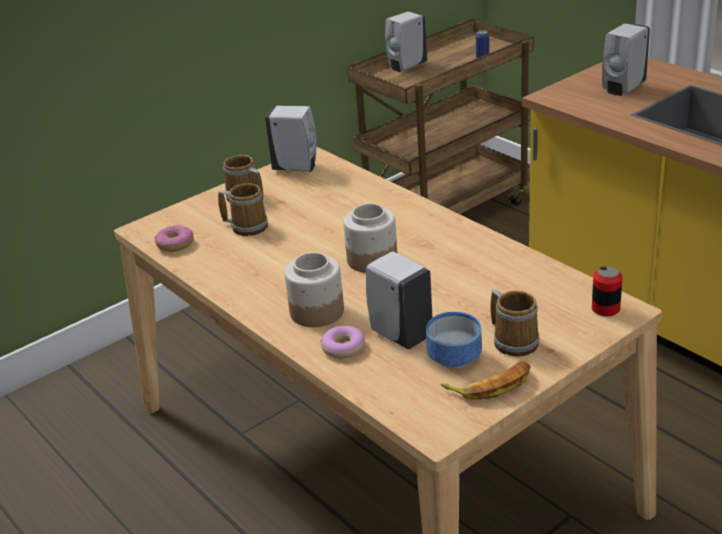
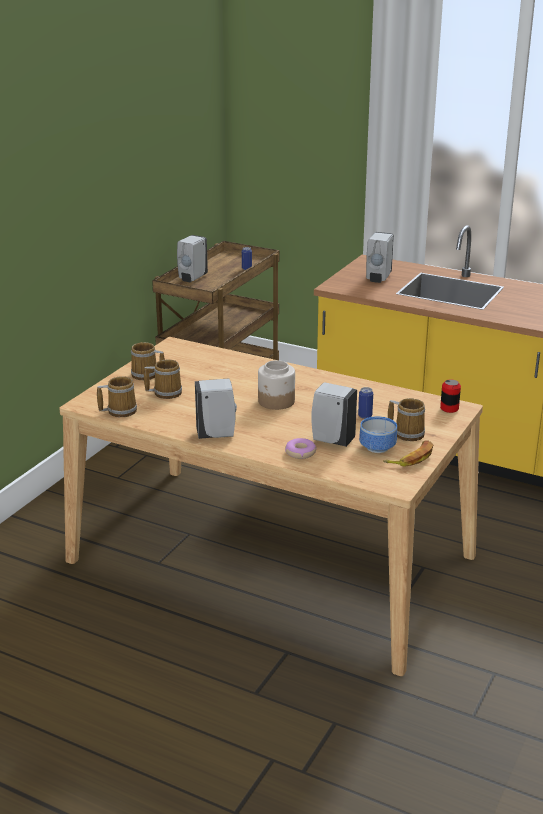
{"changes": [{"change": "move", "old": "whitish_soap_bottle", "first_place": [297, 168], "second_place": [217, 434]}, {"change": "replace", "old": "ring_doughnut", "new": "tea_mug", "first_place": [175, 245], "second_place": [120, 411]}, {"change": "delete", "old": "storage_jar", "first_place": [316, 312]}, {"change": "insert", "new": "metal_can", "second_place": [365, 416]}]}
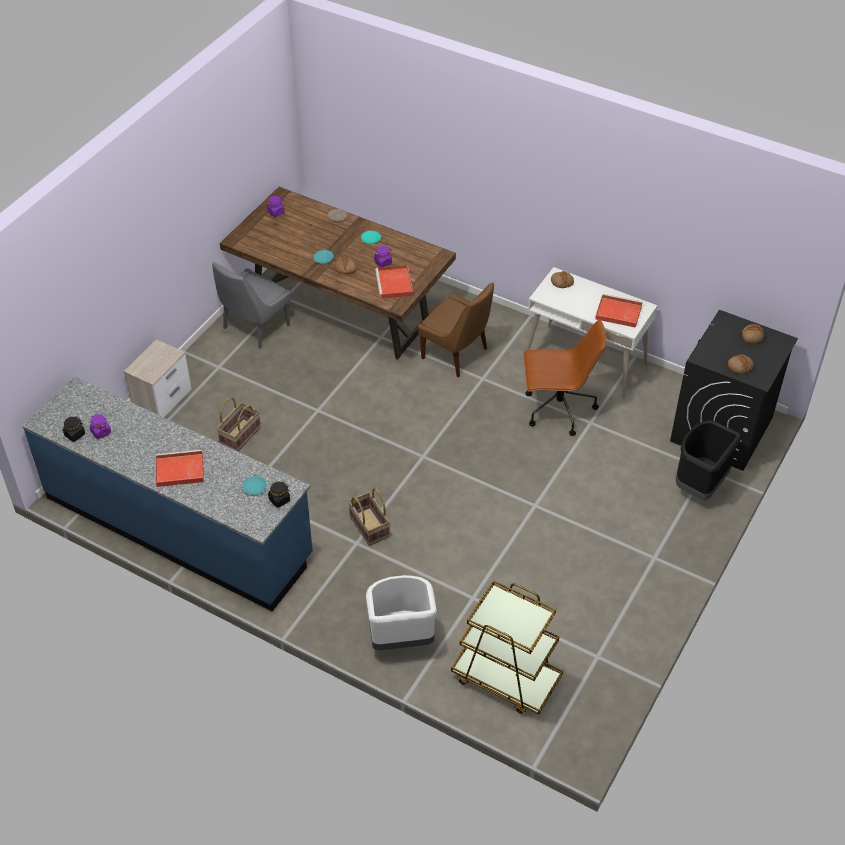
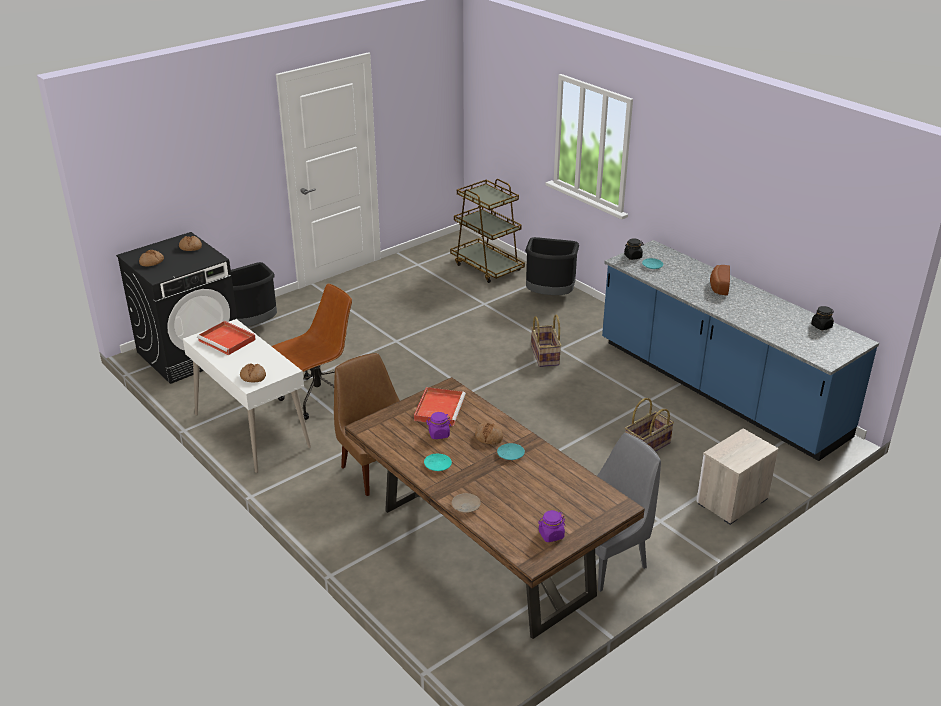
{"changes": [{"change": "rotate", "old": "brownish_computer_chair", "first_place": [557, 410], "second_place": [317, 398], "degrees": 120}, {"change": "delete", "old": "purple_storage_jar", "first_place": [101, 432]}, {"change": "replace", "old": "red_carrying_tray", "new": "bread", "first_place": [178, 470], "second_place": [718, 286]}, {"change": "recolor", "old": "whitish_waste_bin", "new": "black-coloured_waste_bin", "first_place": [401, 638], "second_place": [550, 295]}]}
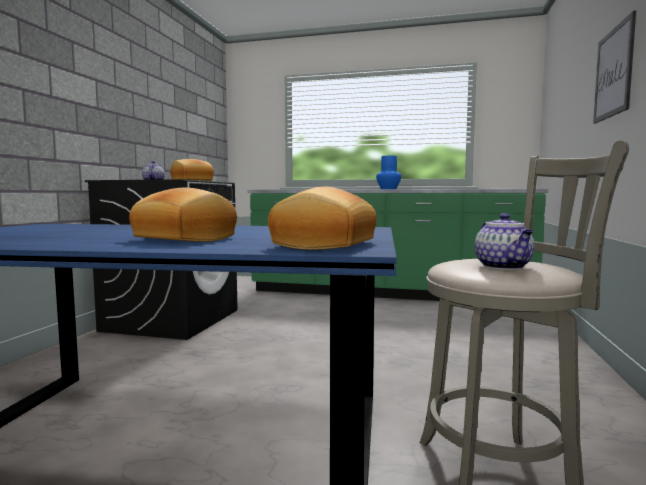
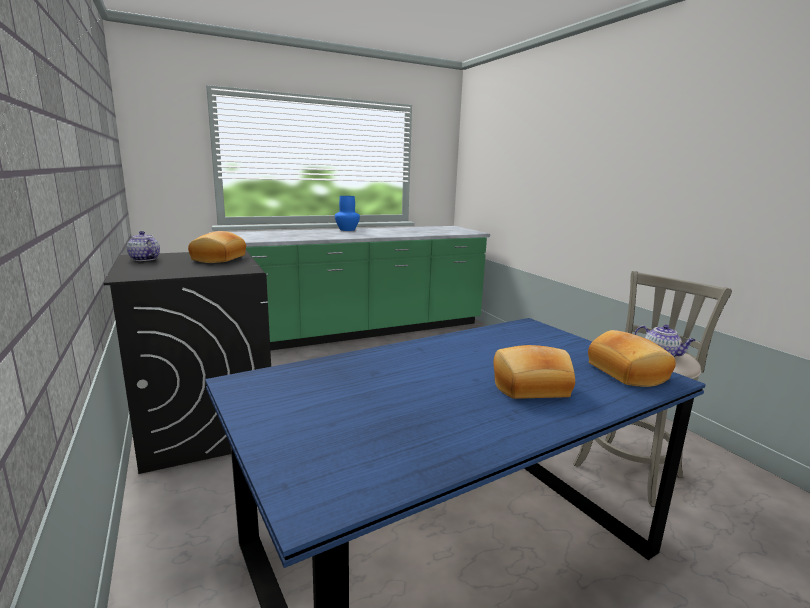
{"changes": [{"change": "delete", "old": "wall_art", "first_place": [613, 72]}]}
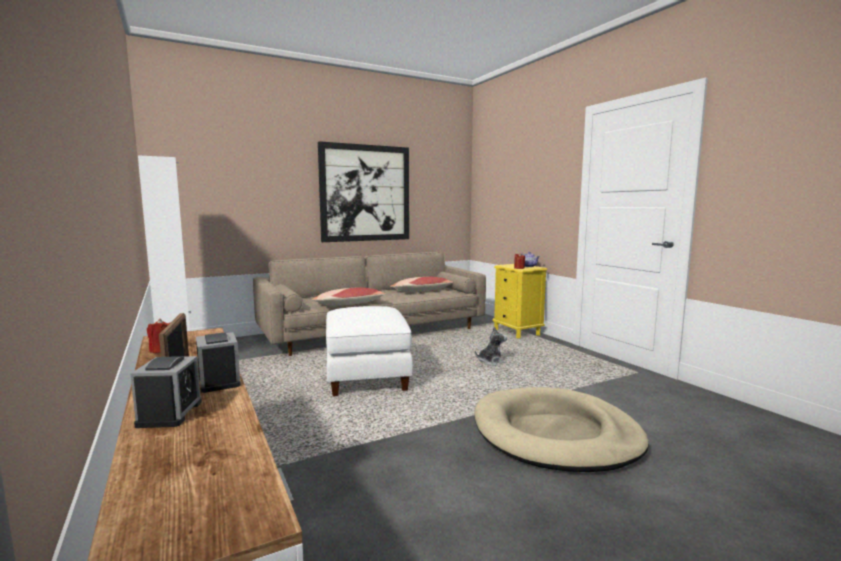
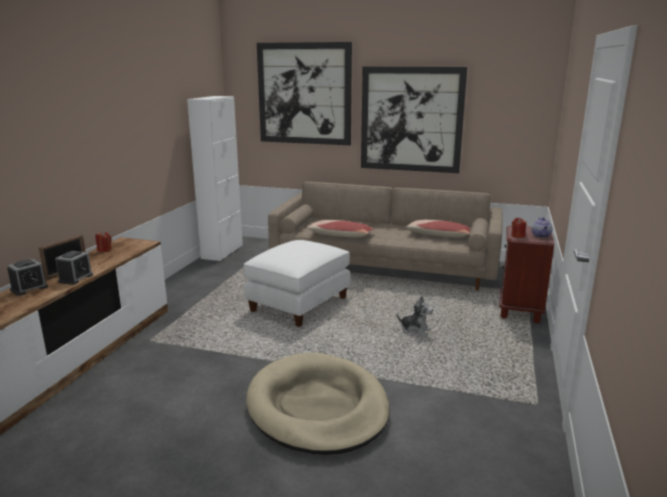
{"changes": [{"change": "recolor", "old": "yellowish_bedside_table", "new": "brownish_bedside_table", "first_place": [517, 332], "second_place": [520, 311]}, {"change": "insert", "new": "wall_art", "second_place": [304, 94]}]}
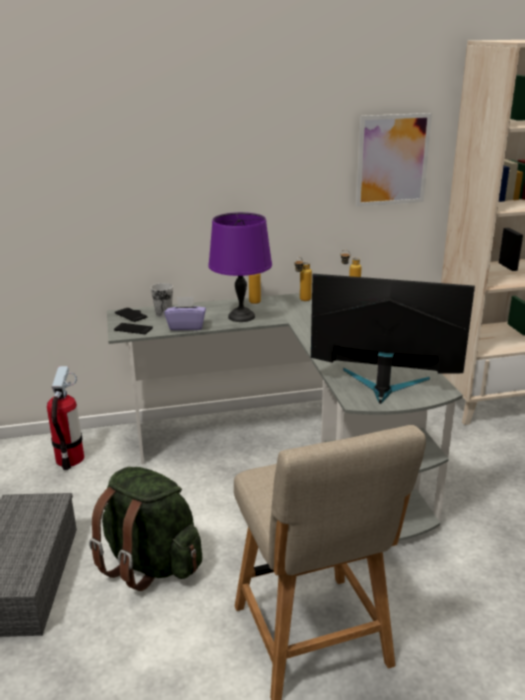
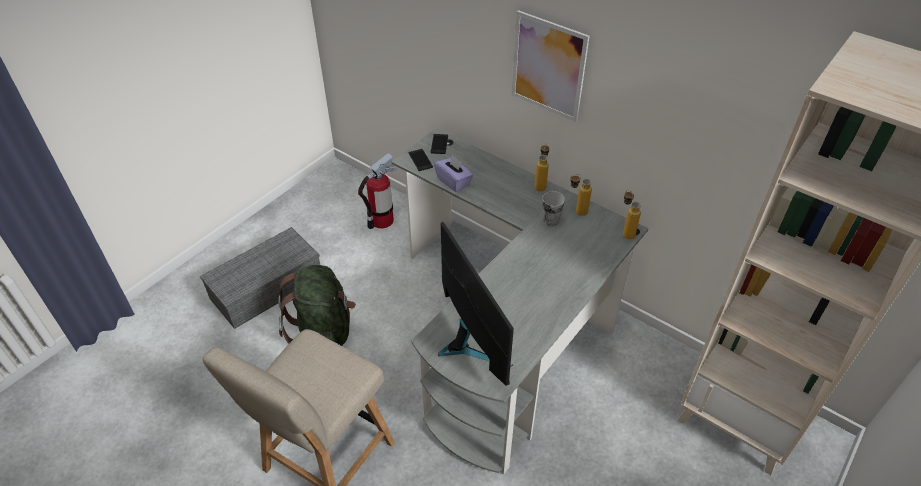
{"changes": [{"change": "move", "old": "wall_art", "first_place": [392, 160], "second_place": [548, 66]}, {"change": "delete", "old": "purple_tabletop_lamp", "first_place": [241, 317]}, {"change": "move", "old": "drinking_cup", "first_place": [163, 314], "second_place": [550, 220]}]}
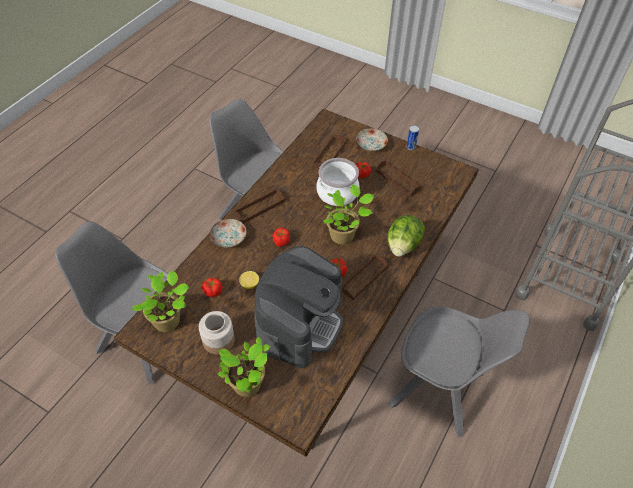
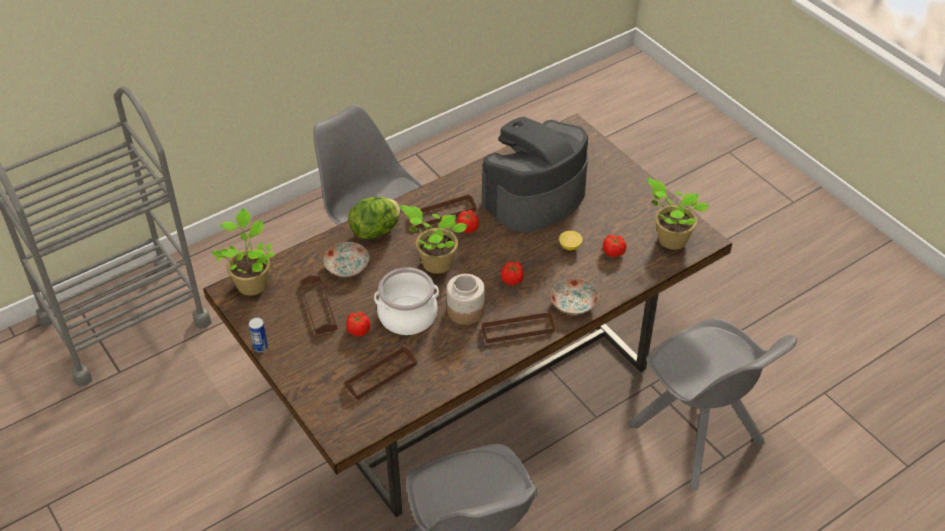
{"changes": [{"change": "move", "old": "dinner_plate", "first_place": [370, 145], "second_place": [348, 267]}, {"change": "move", "old": "storage_jar", "first_place": [219, 340], "second_place": [465, 311]}, {"change": "move", "old": "potted_plant", "first_place": [248, 386], "second_place": [252, 283]}]}
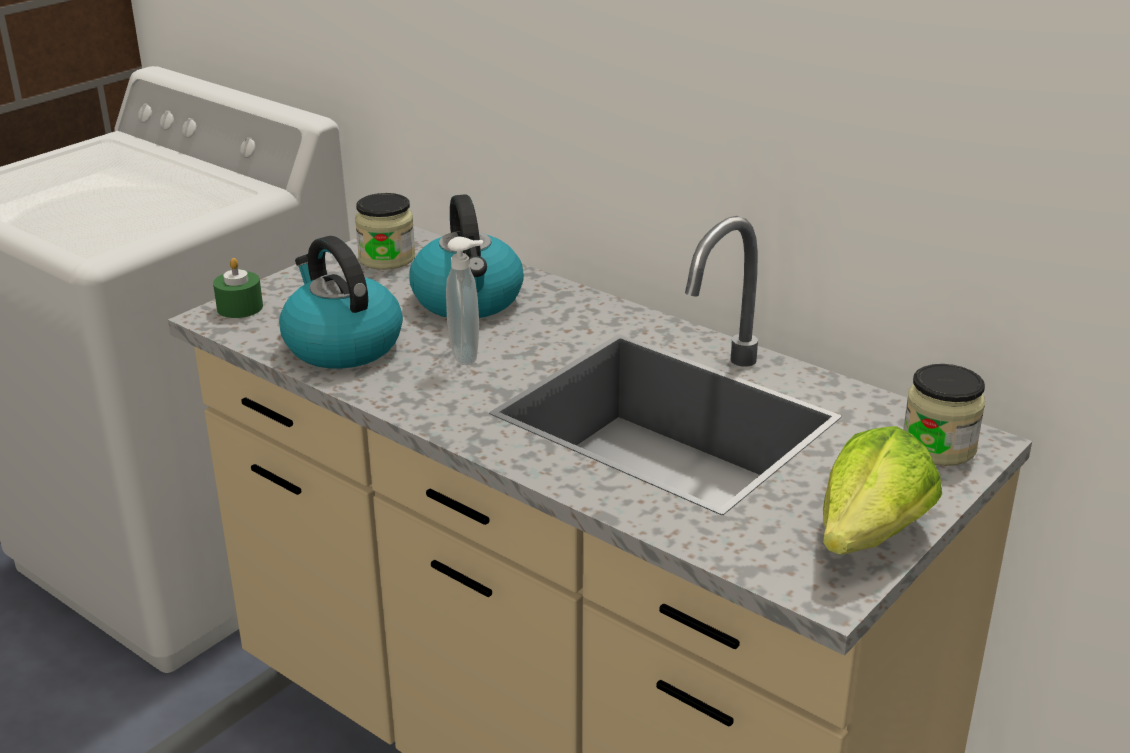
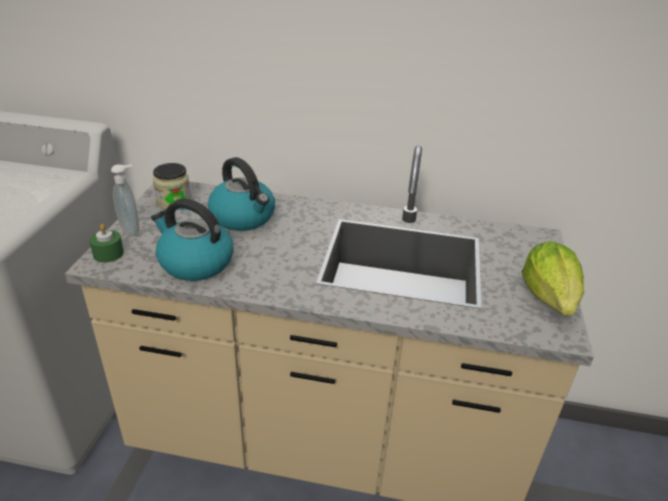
{"changes": [{"change": "move", "old": "soap_bottle", "first_place": [468, 355], "second_place": [132, 230]}, {"change": "delete", "old": "storage_jar", "first_place": [938, 447]}]}
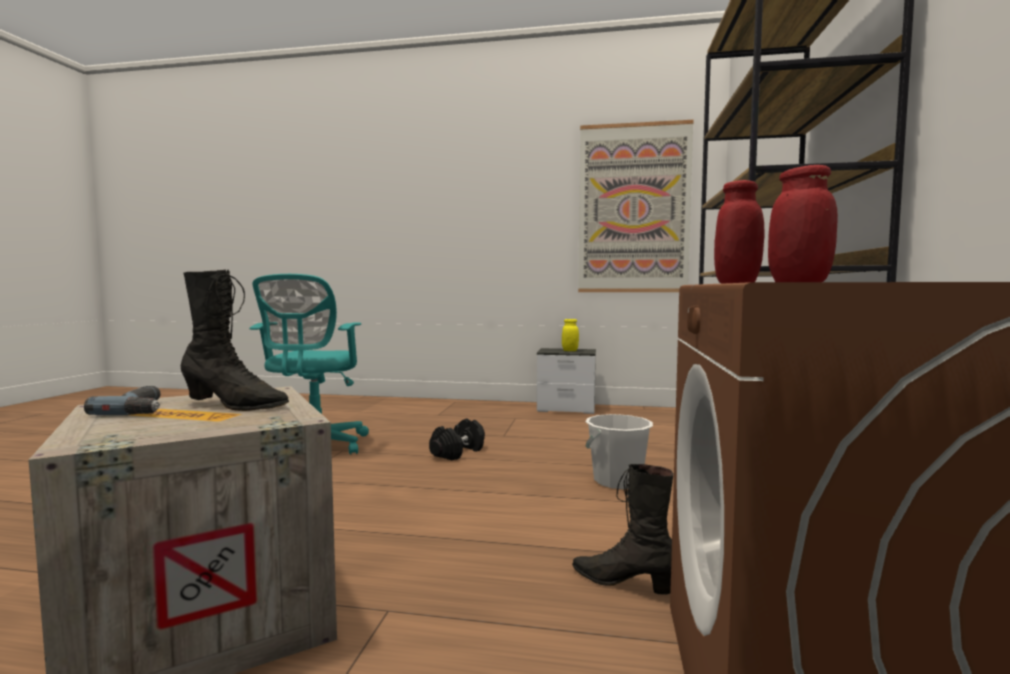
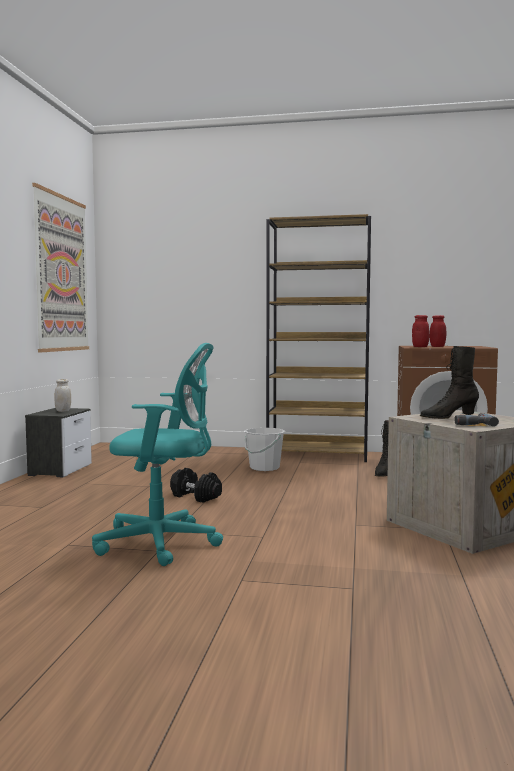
{"changes": [{"change": "rotate", "old": "black-coloured_tall_boot", "first_place": [234, 405], "second_place": [448, 417], "degrees": -120}, {"change": "recolor", "old": "yellowish_storage_jar", "new": "whitish_storage_jar", "first_place": [570, 351], "second_place": [63, 411]}]}
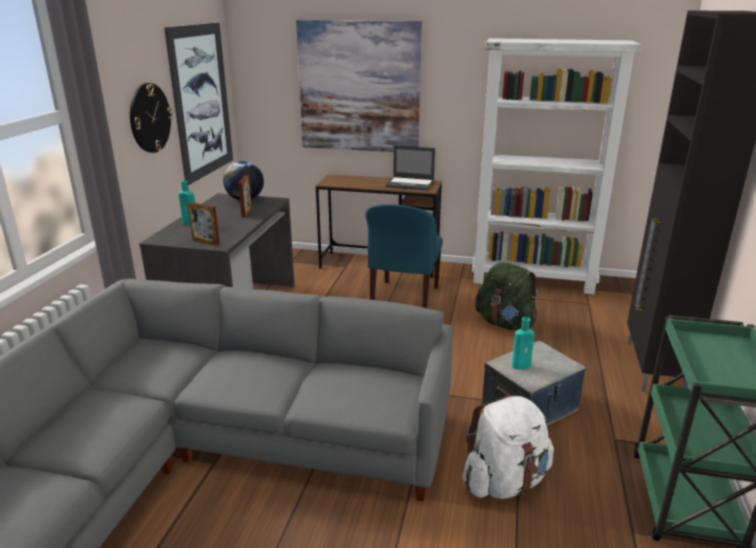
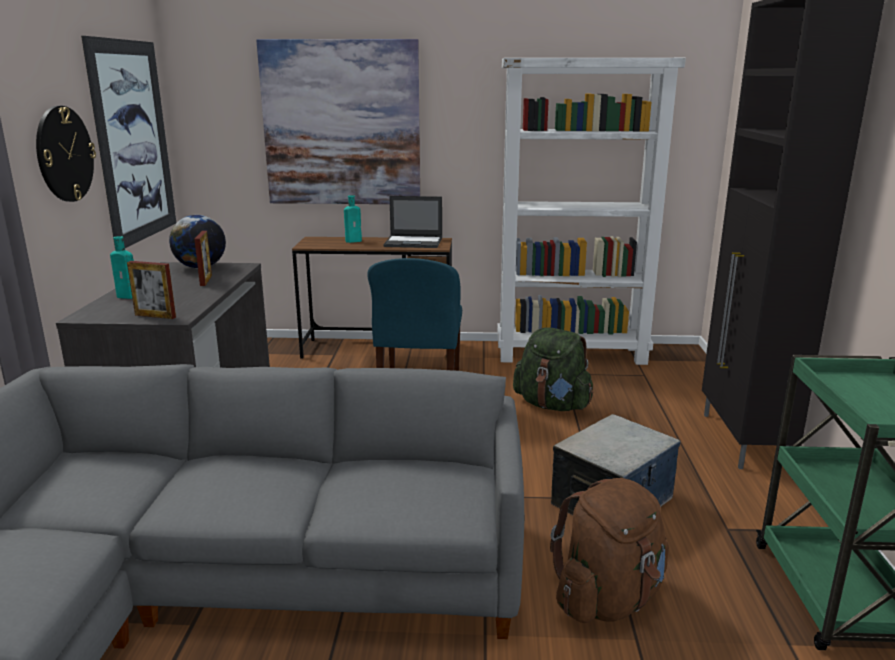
{"changes": [{"change": "move", "old": "blue-green_drink_bottle", "first_place": [522, 365], "second_place": [354, 241]}, {"change": "recolor", "old": "whitish_rucksack", "new": "brownish_rucksack", "first_place": [505, 482], "second_place": [608, 599]}]}
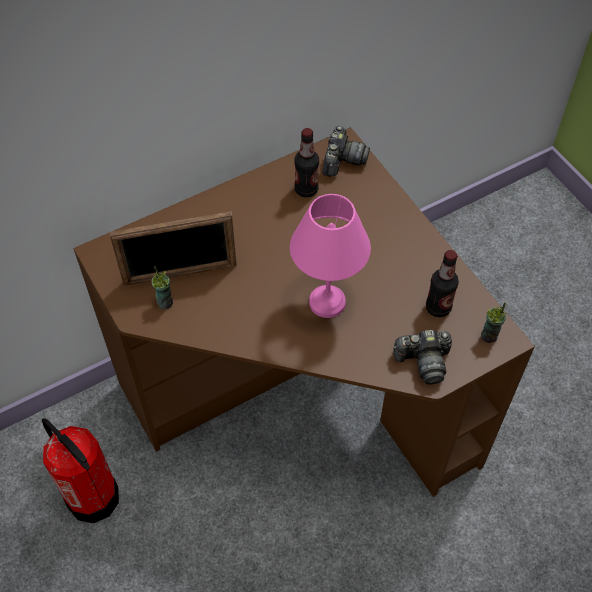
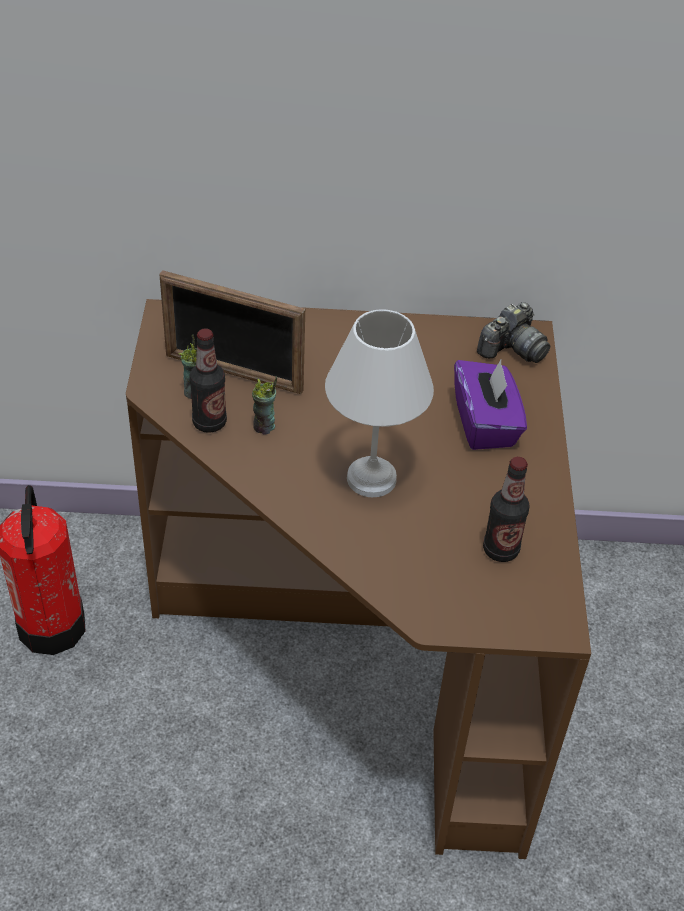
{"changes": [{"change": "move", "old": "drink_bottle", "first_place": [306, 189], "second_place": [209, 422]}, {"change": "recolor", "old": "pink_tabletop_lamp", "new": "whitish_tabletop_lamp", "first_place": [328, 301], "second_place": [373, 477]}, {"change": "move", "old": "drinking_cup", "first_place": [489, 336], "second_place": [264, 427]}, {"change": "delete", "old": "still_camera", "first_place": [423, 362]}, {"change": "insert", "new": "purple_tissue_holder", "second_place": [485, 424]}]}
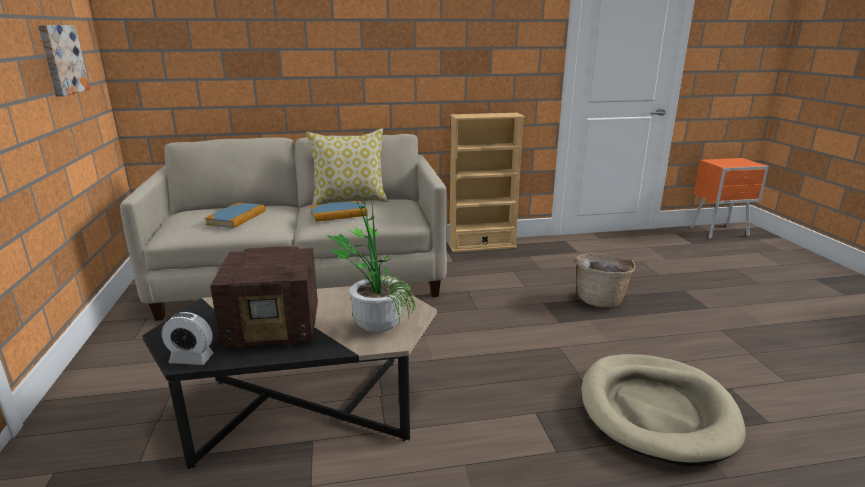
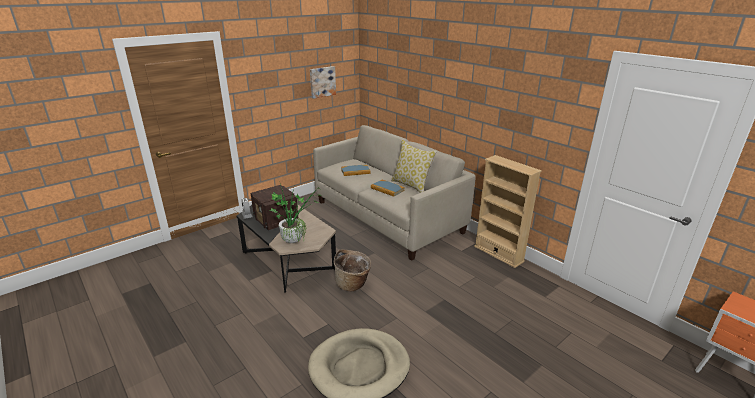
{"changes": [{"change": "move", "old": "basket", "first_place": [600, 299], "second_place": [353, 284]}]}
